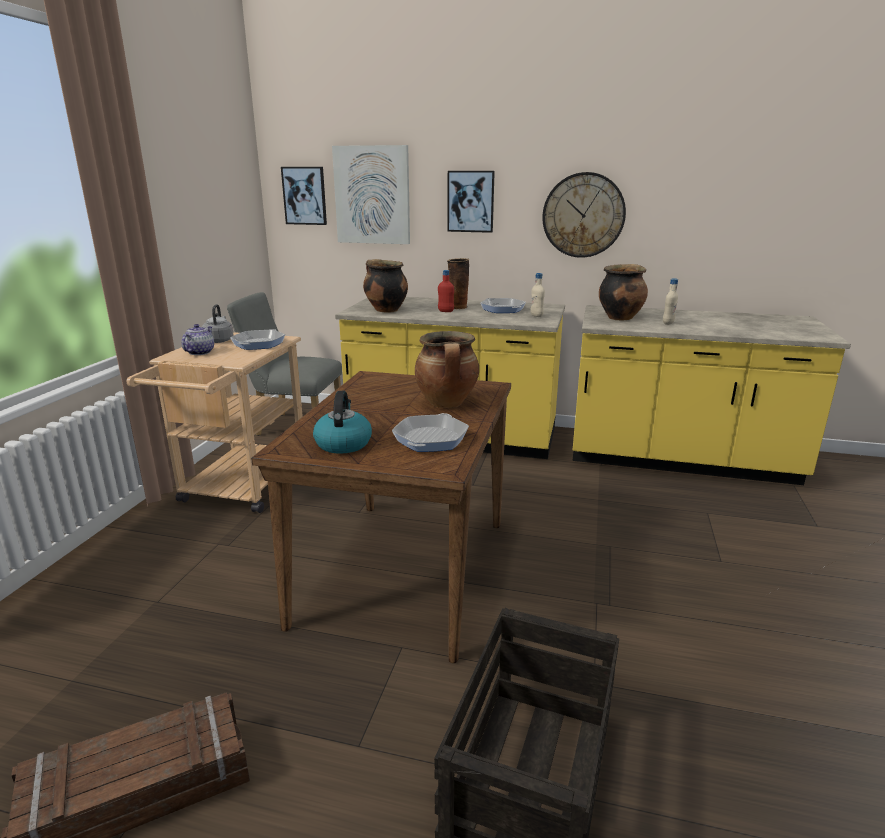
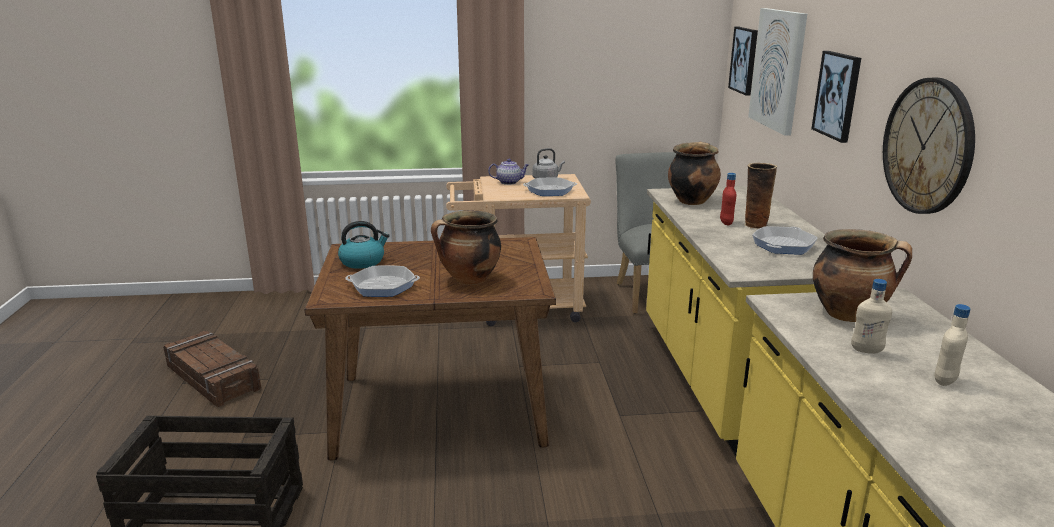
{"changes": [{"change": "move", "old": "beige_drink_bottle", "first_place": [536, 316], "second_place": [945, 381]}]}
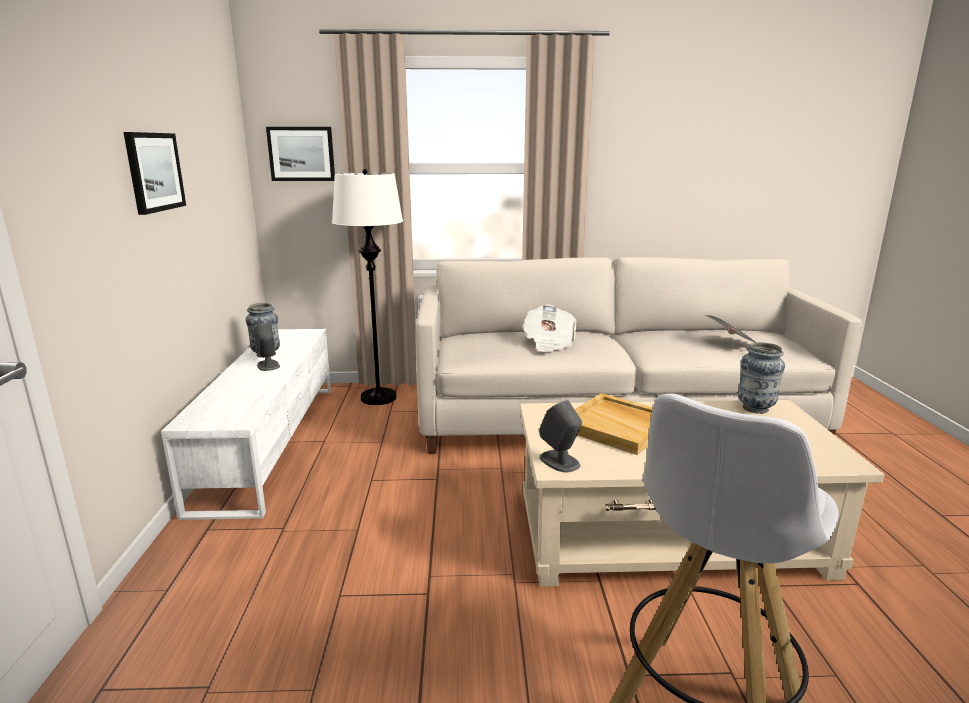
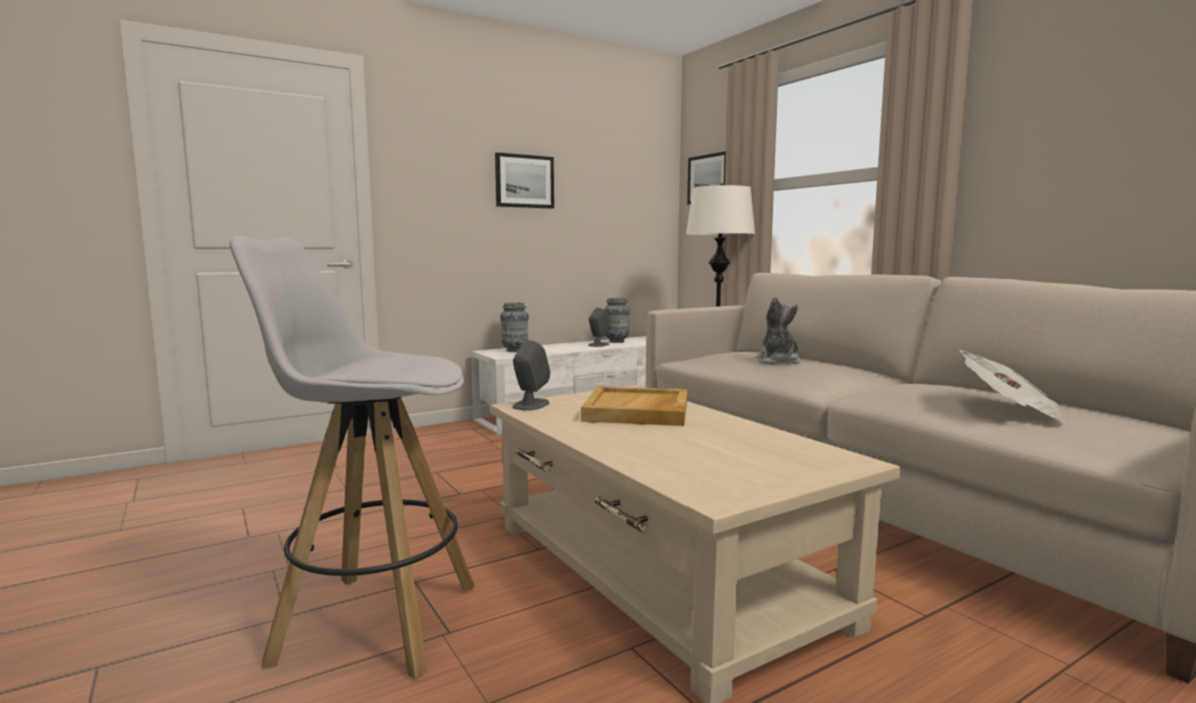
{"changes": [{"change": "replace", "old": "daily_paper", "new": "cuddly_toy", "first_place": [549, 343], "second_place": [778, 362]}, {"change": "move", "old": "vase", "first_place": [755, 408], "second_place": [515, 350]}]}
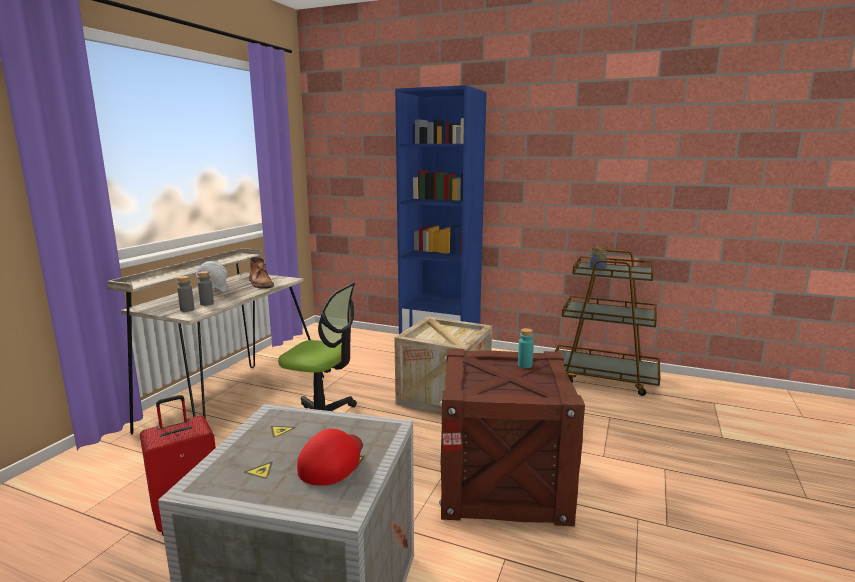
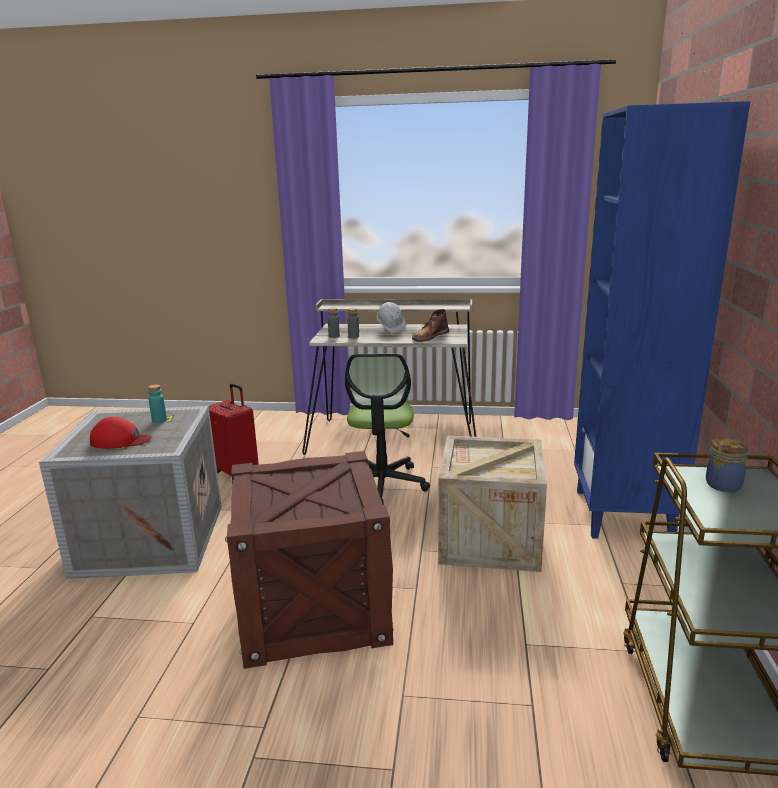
{"changes": [{"change": "move", "old": "blue-green_drink_bottle", "first_place": [525, 365], "second_place": [159, 420]}]}
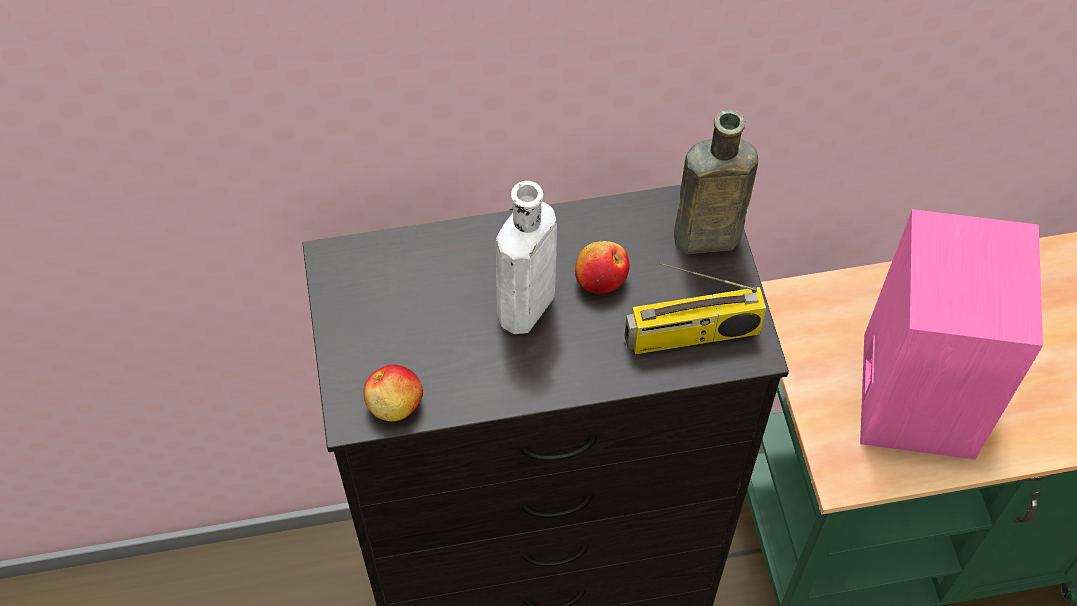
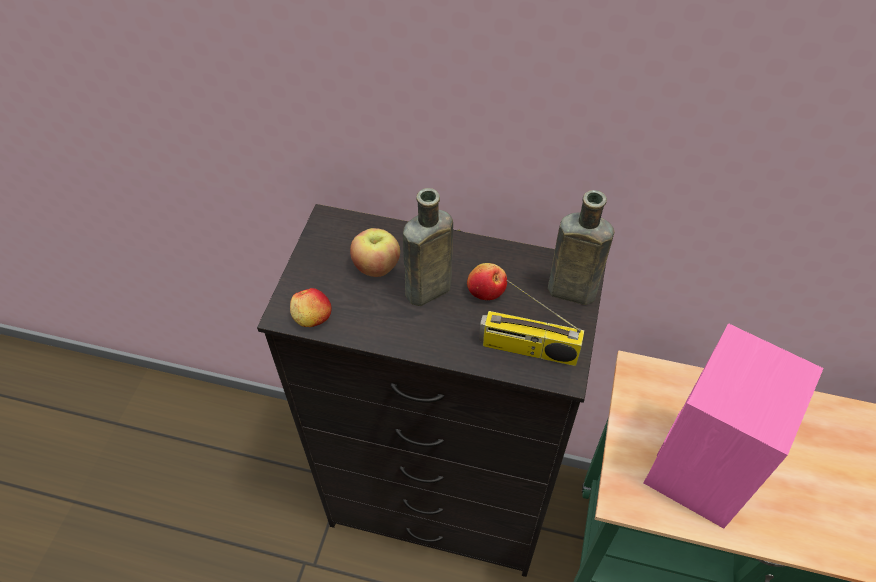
{"changes": [{"change": "recolor", "old": "whitish_drink_bottle", "new": "brownish_drink_bottle", "first_place": [524, 310], "second_place": [425, 291]}, {"change": "insert", "new": "apple", "second_place": [377, 266]}]}
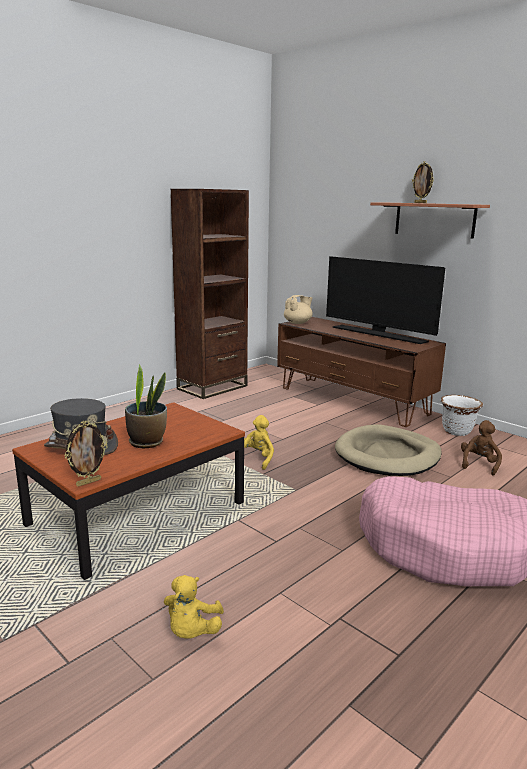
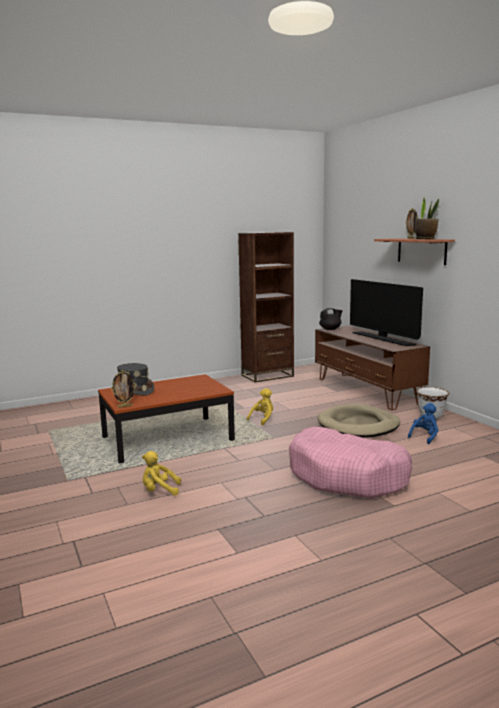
{"changes": [{"change": "recolor", "old": "beige_pot_for_tea", "new": "black-coloured_pot_for_tea", "first_place": [298, 323], "second_place": [330, 329]}, {"change": "move", "old": "potted_plant", "first_place": [147, 442], "second_place": [425, 239]}, {"change": "recolor", "old": "brownish_cuddly_toy", "new": "blue-coloured_cuddly_toy", "first_place": [479, 464], "second_place": [425, 437]}, {"change": "rotate", "old": "yellowish_cuddly_toy", "first_place": [192, 632], "second_place": [159, 491], "degrees": 60}]}
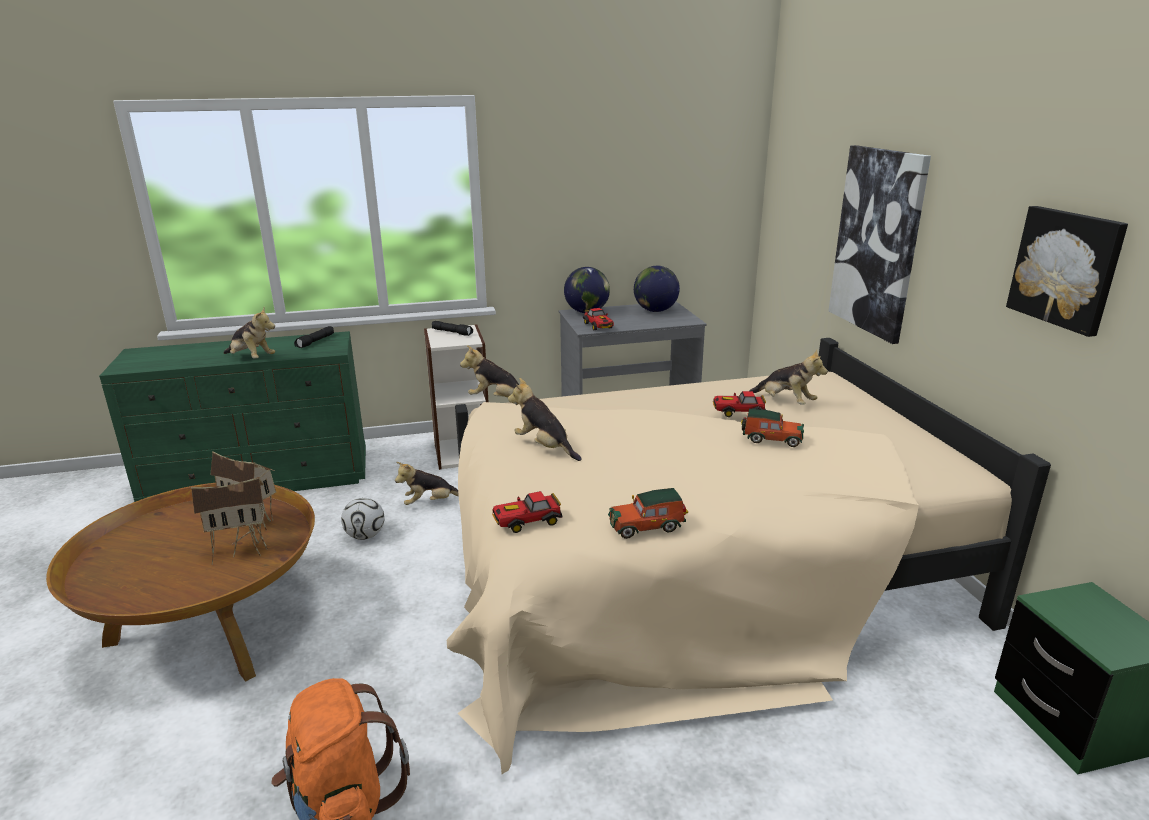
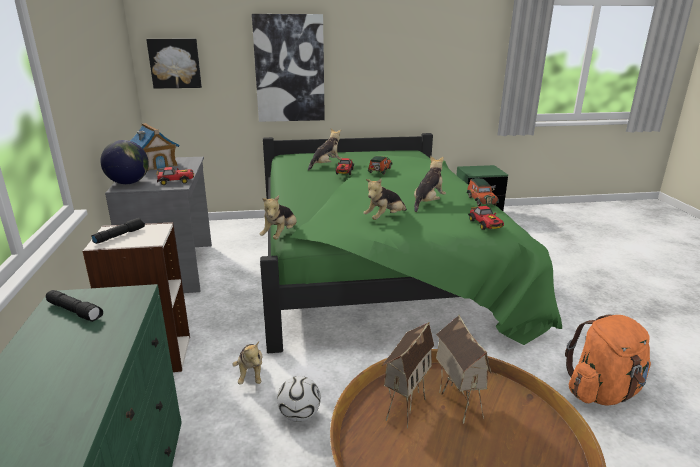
{"changes": [{"change": "move", "old": "wall_art", "first_place": [1066, 268], "second_place": [175, 63]}, {"change": "replace", "old": "globe", "new": "model_house", "first_place": [655, 311], "second_place": [155, 165]}, {"change": "move", "old": "cuddly_toy", "first_place": [251, 359], "second_place": [428, 202]}, {"change": "recolor", "old": "beige_bed", "new": "green-coloured_bed", "first_place": [693, 571], "second_place": [378, 266]}]}
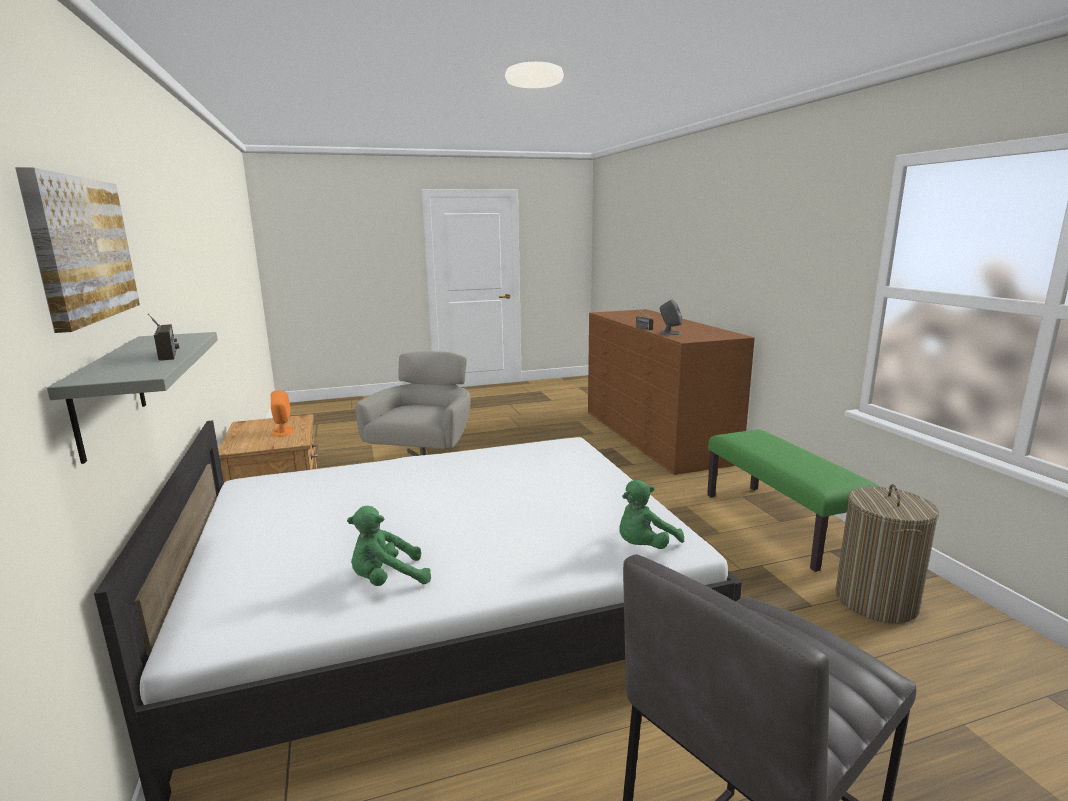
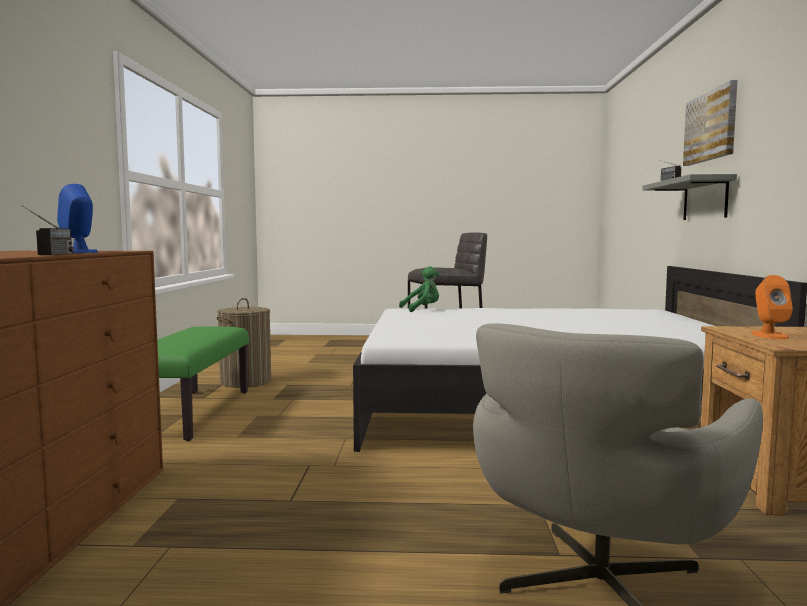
{"changes": [{"change": "recolor", "old": "greyish_audio_speaker", "new": "blue-coloured_audio_speaker", "first_place": [670, 333], "second_place": [78, 252]}, {"change": "delete", "old": "green-coloured_cuddly_toy", "first_place": [387, 580]}]}
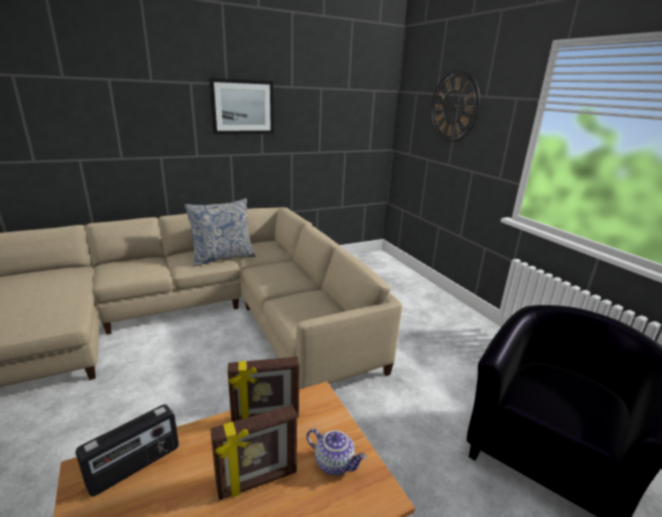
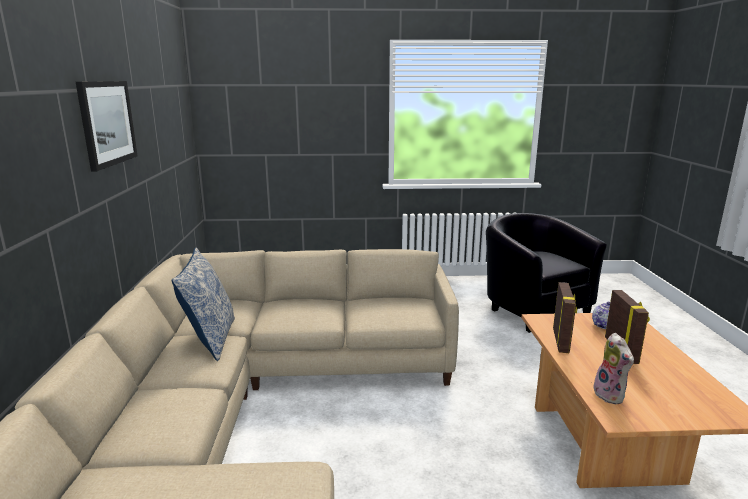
{"changes": [{"change": "delete", "old": "clock_on_the_wall", "first_place": [453, 107]}, {"change": "replace", "old": "radio_receiver", "new": "cuddly_toy", "first_place": [135, 466], "second_place": [611, 395]}]}
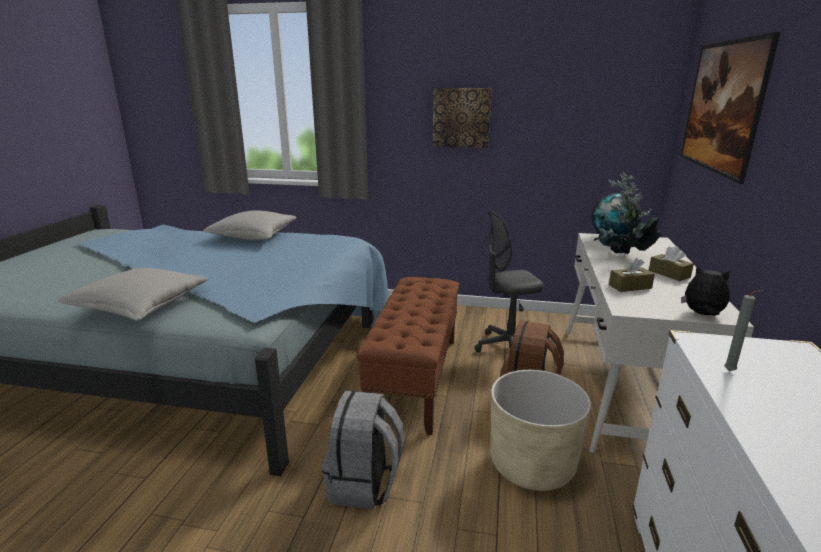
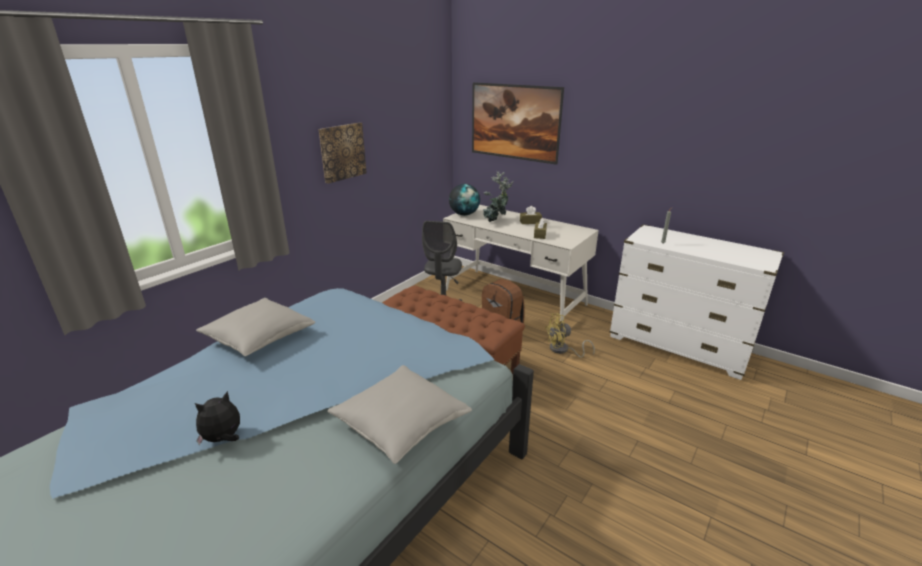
{"changes": [{"change": "move", "old": "cuddly_toy", "first_place": [702, 314], "second_place": [223, 439]}, {"change": "replace", "old": "beige_planter", "new": "yellowish_fan", "first_place": [532, 464], "second_place": [563, 350]}, {"change": "delete", "old": "greyish_rucksack", "first_place": [365, 484]}]}
